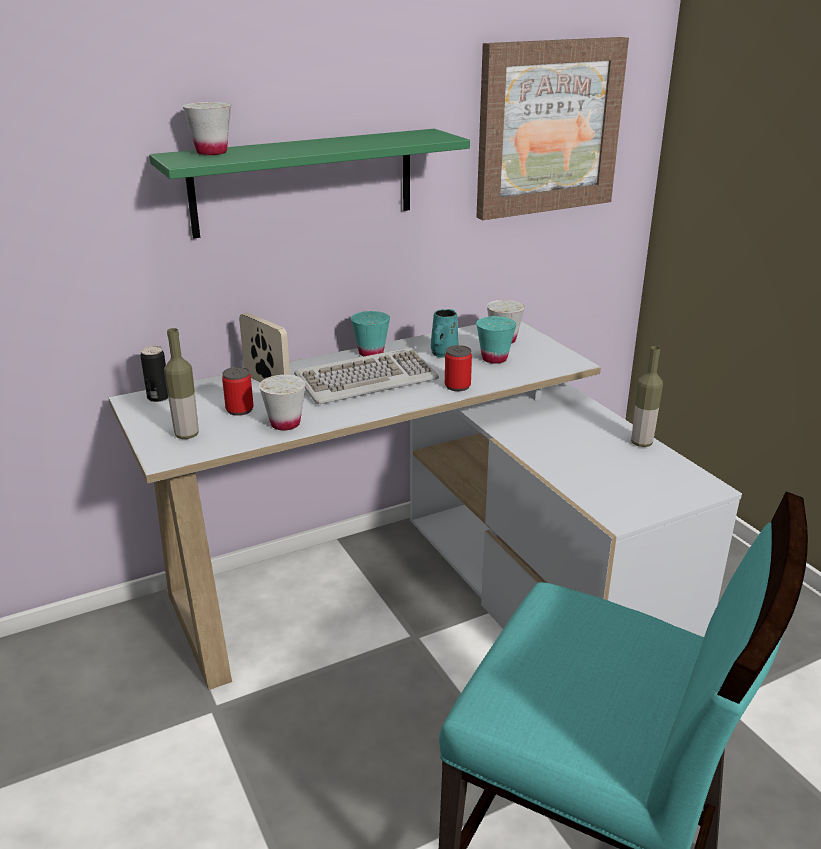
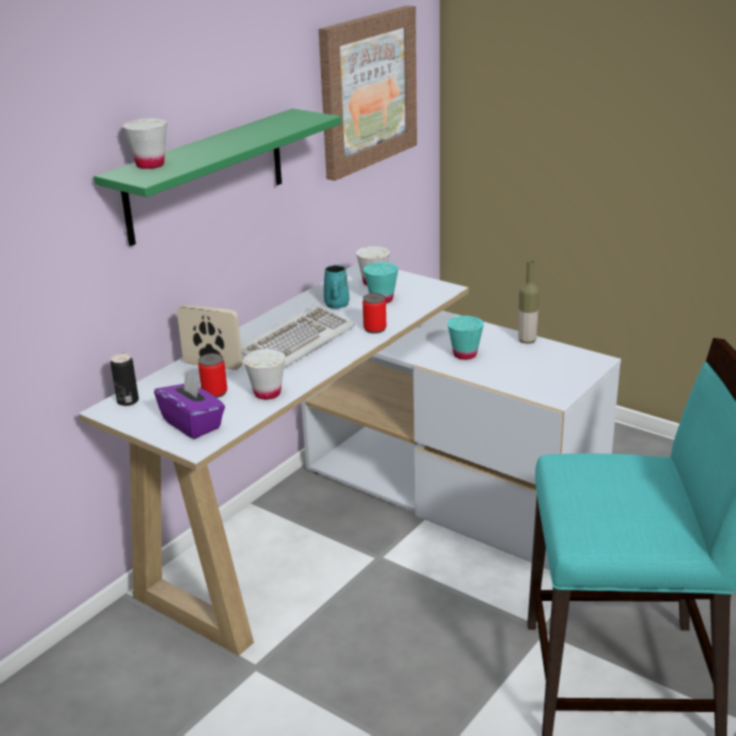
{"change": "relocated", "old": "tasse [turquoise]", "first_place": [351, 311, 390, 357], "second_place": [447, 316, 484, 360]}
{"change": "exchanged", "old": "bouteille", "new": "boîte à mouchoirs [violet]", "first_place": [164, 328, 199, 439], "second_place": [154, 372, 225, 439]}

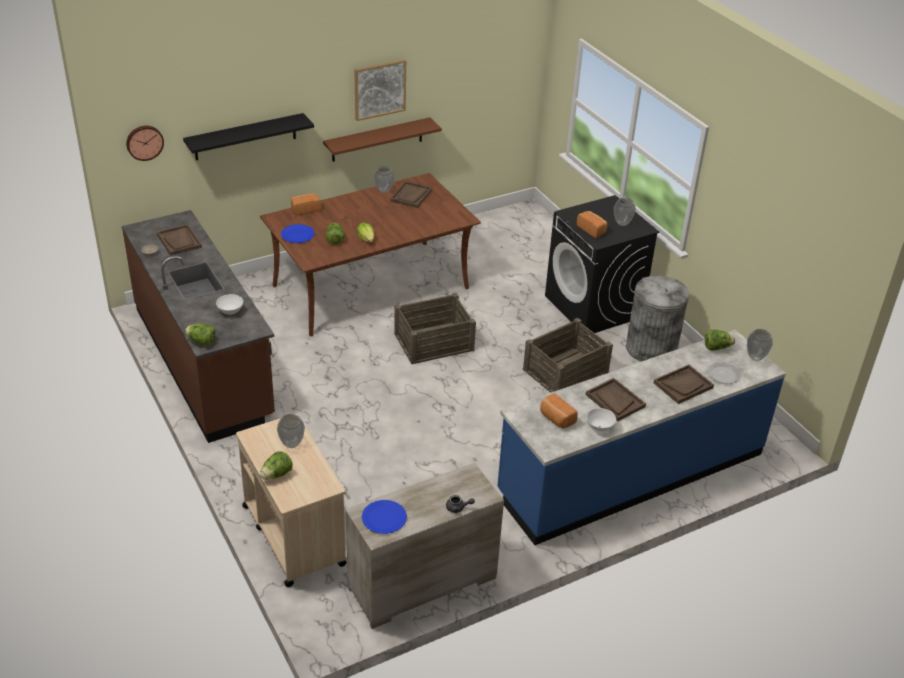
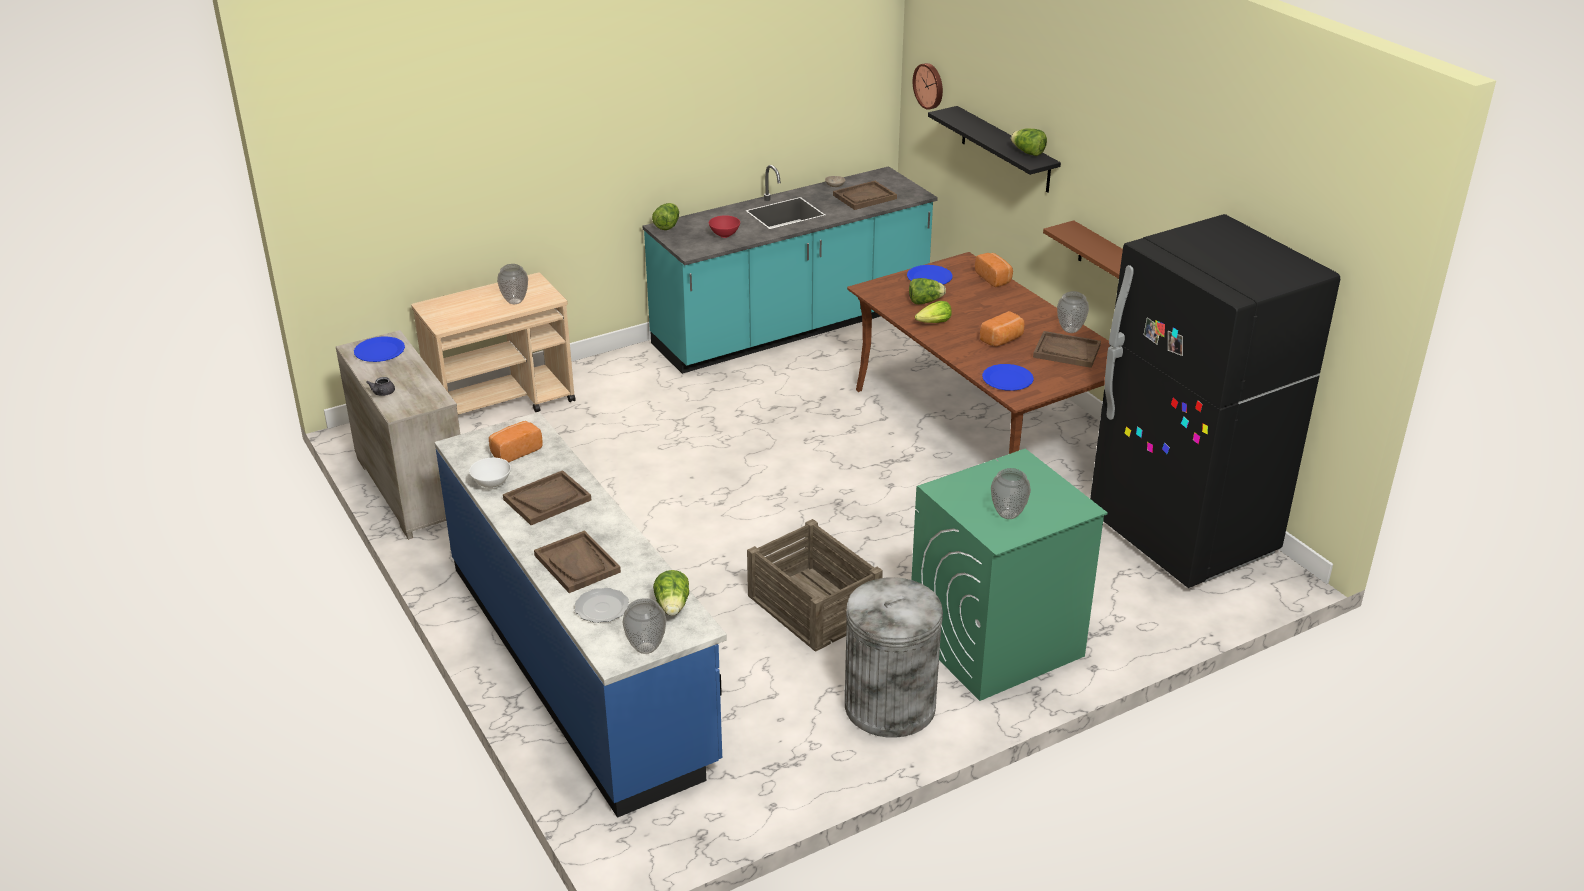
{"change": "missing", "old": "tableau", "first_place": [354, 59, 406, 121]}
{"change": "missing", "old": "caisse", "first_place": [394, 293, 476, 364]}
{"change": "appeared", "new": "assiette [bleu]", "second_place": [982, 364, 1034, 391]}
{"change": "appeared", "new": "réfrigérateur [noir]", "second_place": [1090, 214, 1340, 588]}
{"change": "relocated", "old": "laitue", "first_place": [260, 451, 293, 480], "second_place": [1011, 128, 1047, 156]}
{"change": "relocated", "old": "pain", "first_place": [577, 211, 607, 238], "second_place": [980, 311, 1025, 347]}
{"change": "colour", "old": "comptoir de cuisine [marron]", "new": "comptoir de cuisine [turquoise]", "first_place": [122, 210, 275, 443], "second_place": [643, 165, 938, 374]}
{"change": "colour", "old": "bol [blanc]", "new": "bol [rouge]", "first_place": [216, 294, 243, 315], "second_place": [709, 215, 740, 238]}
{"change": "colour", "old": "lave-linge [noir]", "new": "lave-linge [vert]", "first_place": [545, 195, 659, 335], "second_place": [911, 449, 1108, 701]}

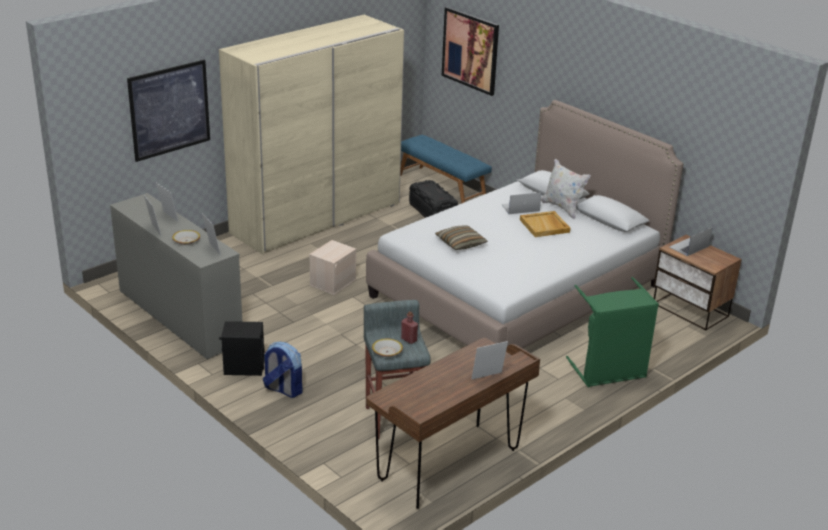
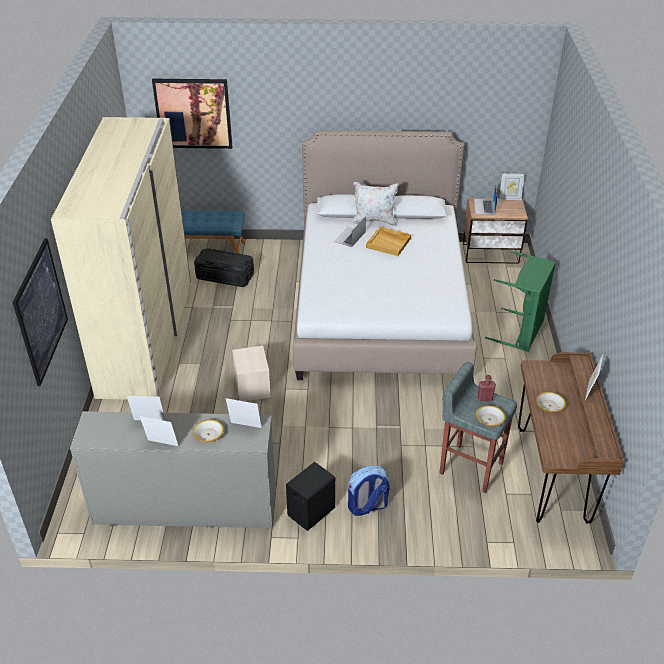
{"change": "missing", "old": "coussin", "first_place": [435, 225, 488, 250]}
{"change": "appeared", "new": "cadre photo", "second_place": [499, 173, 525, 200]}
{"change": "appeared", "new": "bol", "second_place": [536, 392, 566, 413]}

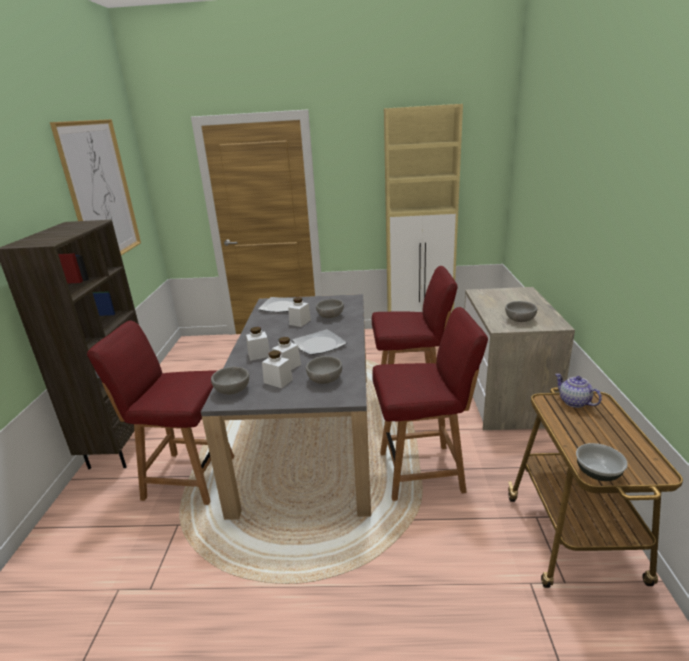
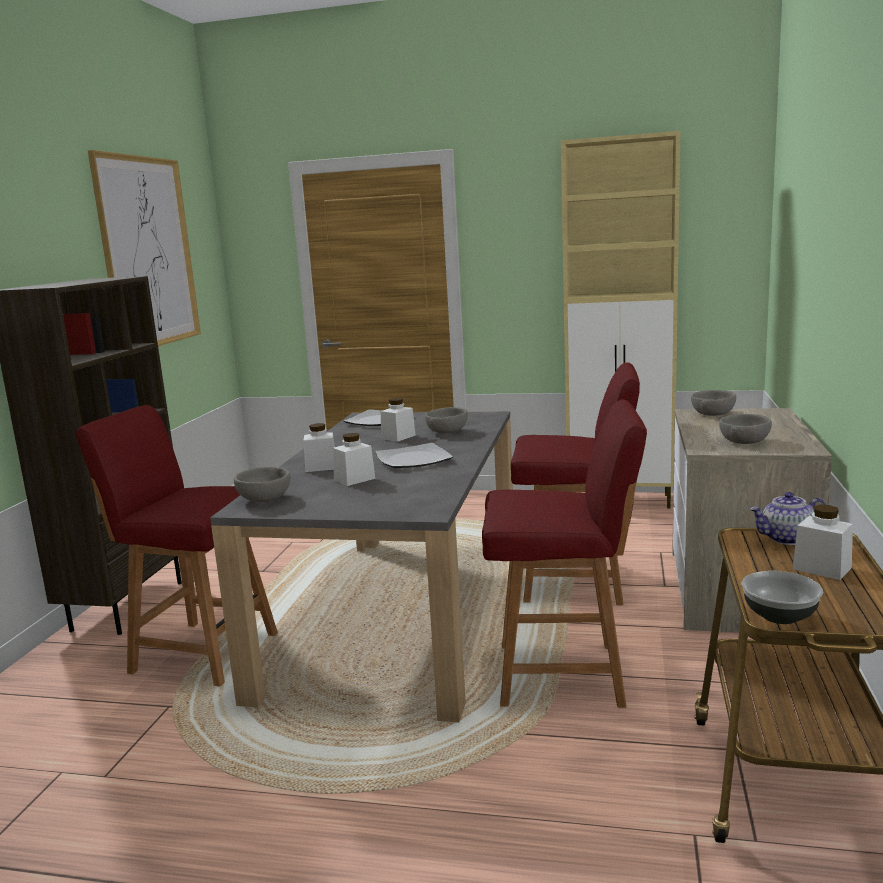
{"change": "relocated", "old": "bocal [blanc]", "first_place": [262, 350, 293, 388], "second_place": [793, 505, 853, 580]}
{"change": "relocated", "old": "bol [gris]", "first_place": [306, 356, 342, 384], "second_place": [691, 390, 736, 416]}
{"change": "spun", "old": "théière", "first_place": [555, 373, 602, 408], "second_place": [749, 492, 826, 545], "degrees": -75}

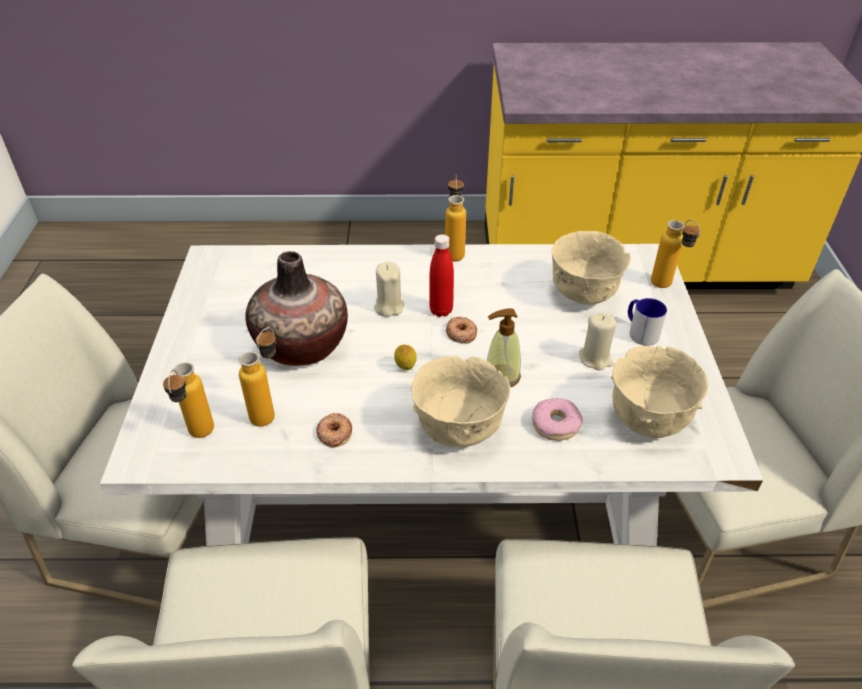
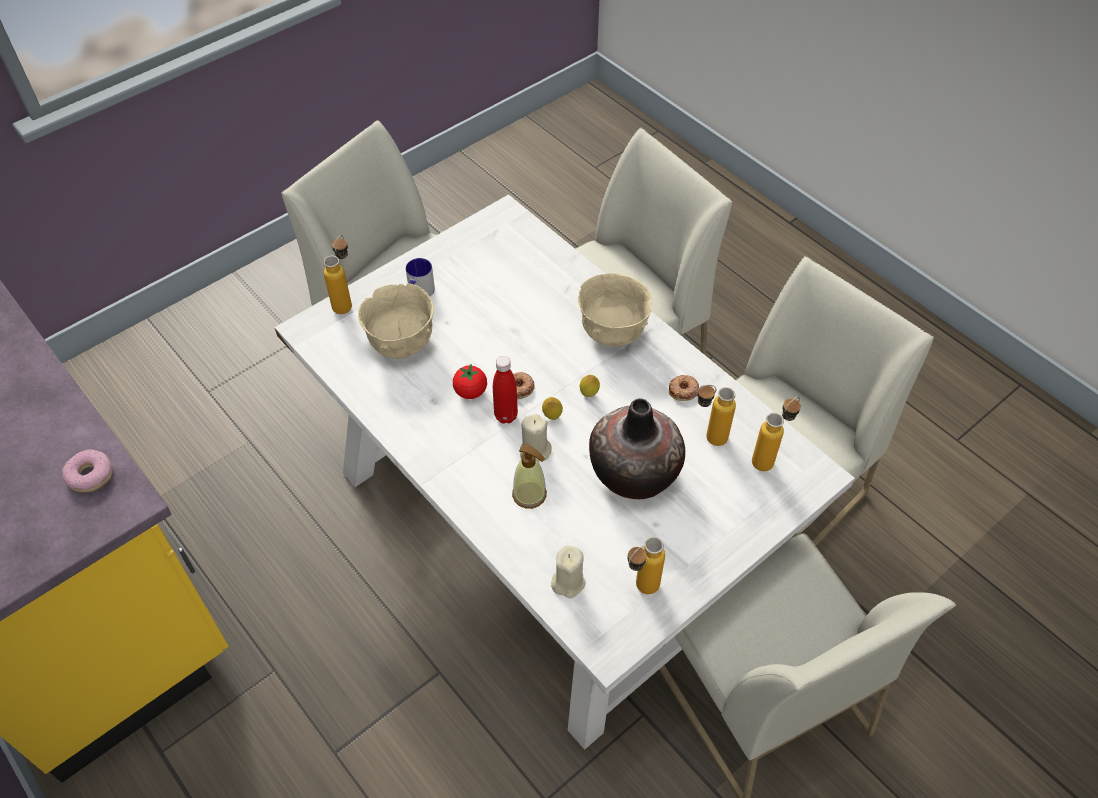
{"change": "missing", "old": "bol [beige]", "first_place": [611, 346, 708, 438]}
{"change": "appeared", "new": "tomate", "second_place": [453, 364, 487, 399]}
{"change": "appeared", "new": "citron", "second_place": [542, 397, 563, 420]}
{"change": "relocated", "old": "bouteille", "first_place": [445, 174, 466, 261], "second_place": [627, 537, 665, 594]}
{"change": "relocated", "old": "distributeur de savon", "first_place": [487, 308, 521, 387], "second_place": [512, 443, 547, 509]}
{"change": "relocated", "old": "beignet", "first_place": [532, 398, 583, 441], "second_place": [62, 449, 113, 493]}
{"change": "relocated", "old": "bougie [beige]", "first_place": [579, 313, 617, 371], "second_place": [551, 545, 586, 598]}

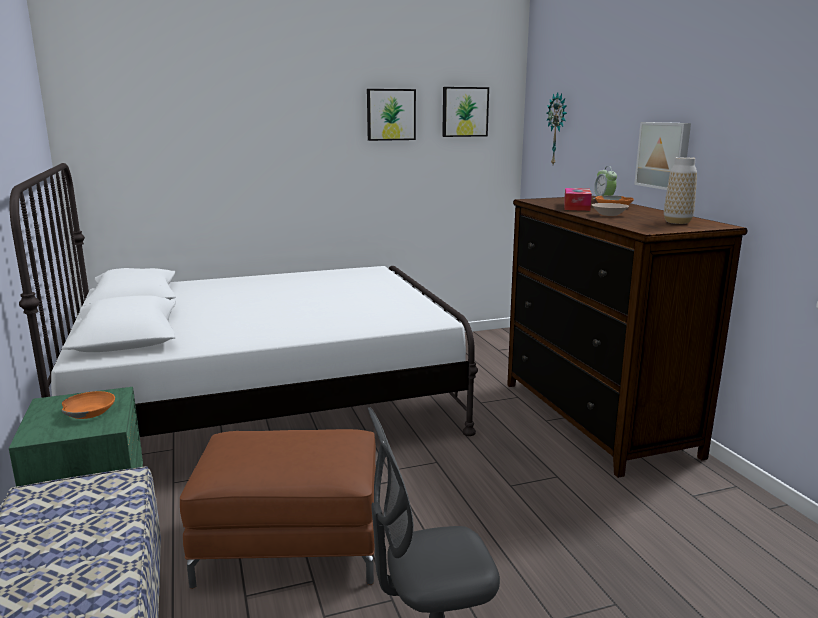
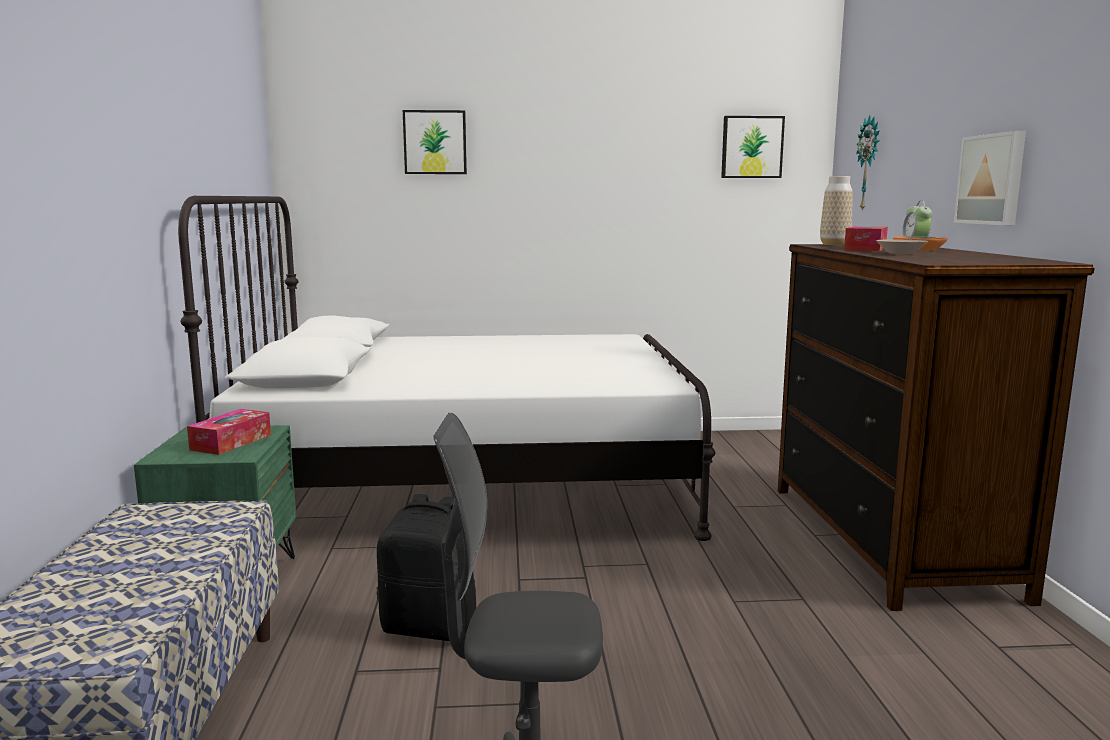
{"change": "relocated", "old": "tableau", "first_place": [367, 89, 416, 141], "second_place": [403, 110, 467, 174]}
{"change": "relocated", "old": "vase", "first_place": [664, 157, 697, 224], "second_place": [820, 176, 853, 245]}
{"change": "exchanged", "old": "bol [orange]", "new": "boîte à mouchoirs", "first_place": [62, 391, 115, 419], "second_place": [187, 409, 271, 455]}
{"change": "exchanged", "old": "pouf [marron]", "new": "sac à dos [noir]", "first_place": [180, 429, 376, 589], "second_place": [377, 494, 476, 641]}

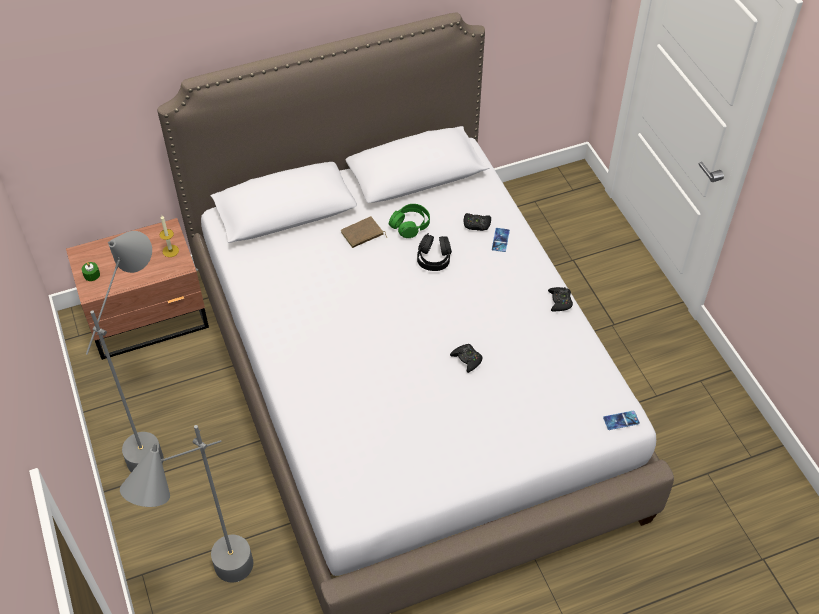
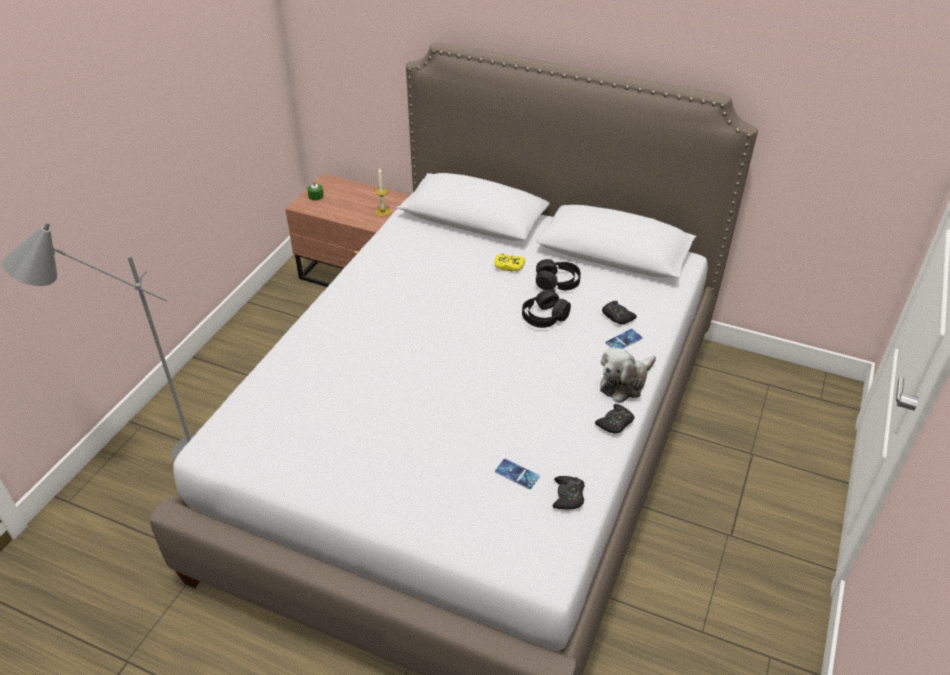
{"change": "missing", "old": "lampadaire [gris]", "first_place": [86, 231, 164, 472]}
{"change": "appeared", "new": "peluche", "second_place": [600, 347, 656, 403]}
{"change": "relocated", "old": "manette [noir]", "first_place": [450, 344, 483, 373], "second_place": [553, 476, 585, 509]}
{"change": "relocated", "old": "téléphone", "first_place": [603, 411, 640, 430], "second_place": [495, 459, 540, 489]}
{"change": "exchanged", "old": "livre [marron]", "new": "manette [jaune]", "first_place": [341, 216, 387, 248], "second_place": [494, 253, 525, 271]}
{"change": "colour", "old": "casque audio [vert]", "new": "casque audio [noir]", "first_place": [389, 204, 430, 238], "second_place": [536, 259, 581, 291]}

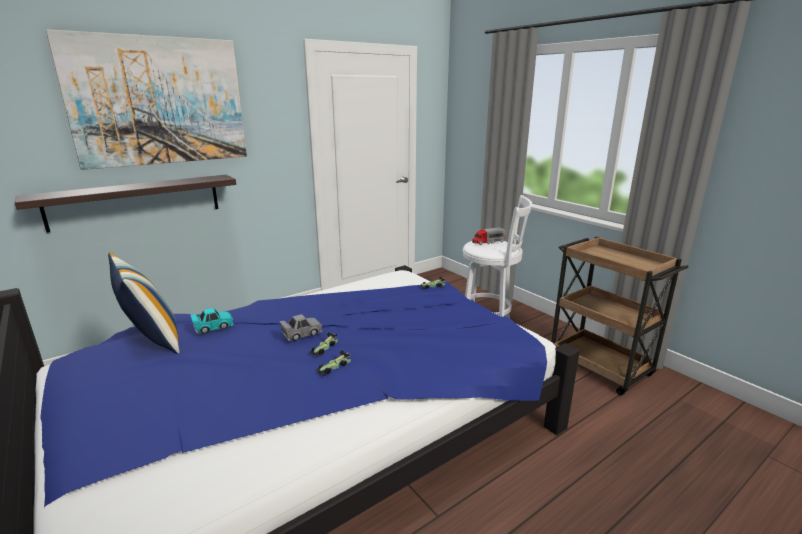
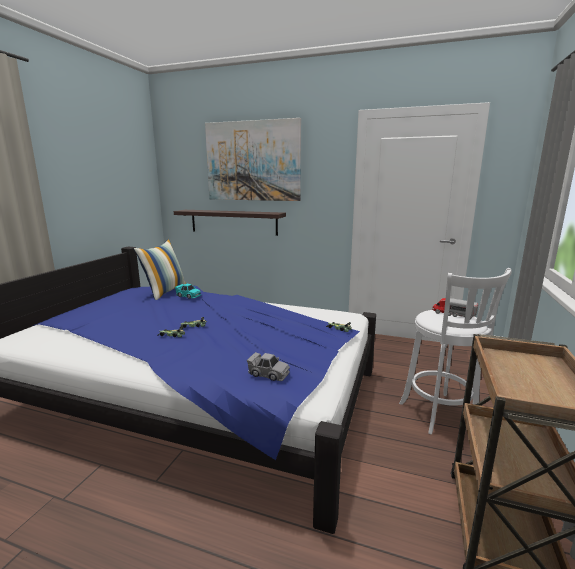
{"change": "relocated", "old": "petite voiture [gris]", "first_place": [279, 314, 323, 341], "second_place": [247, 352, 290, 381]}

